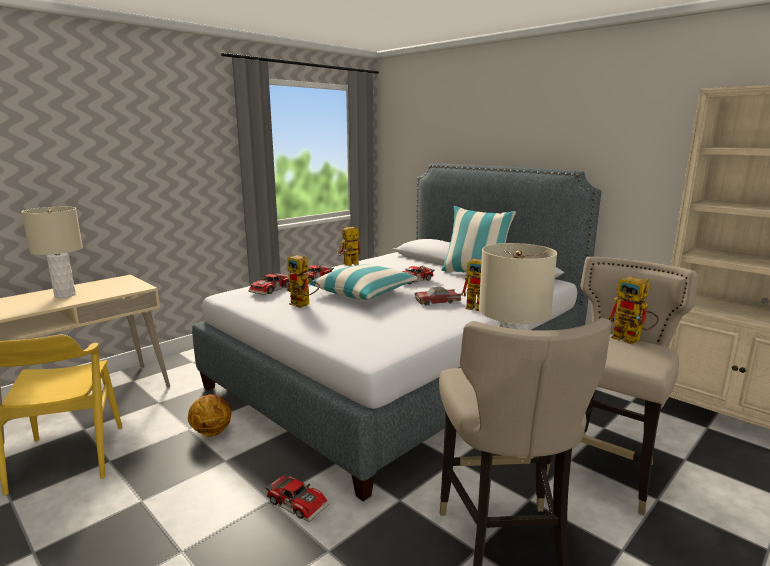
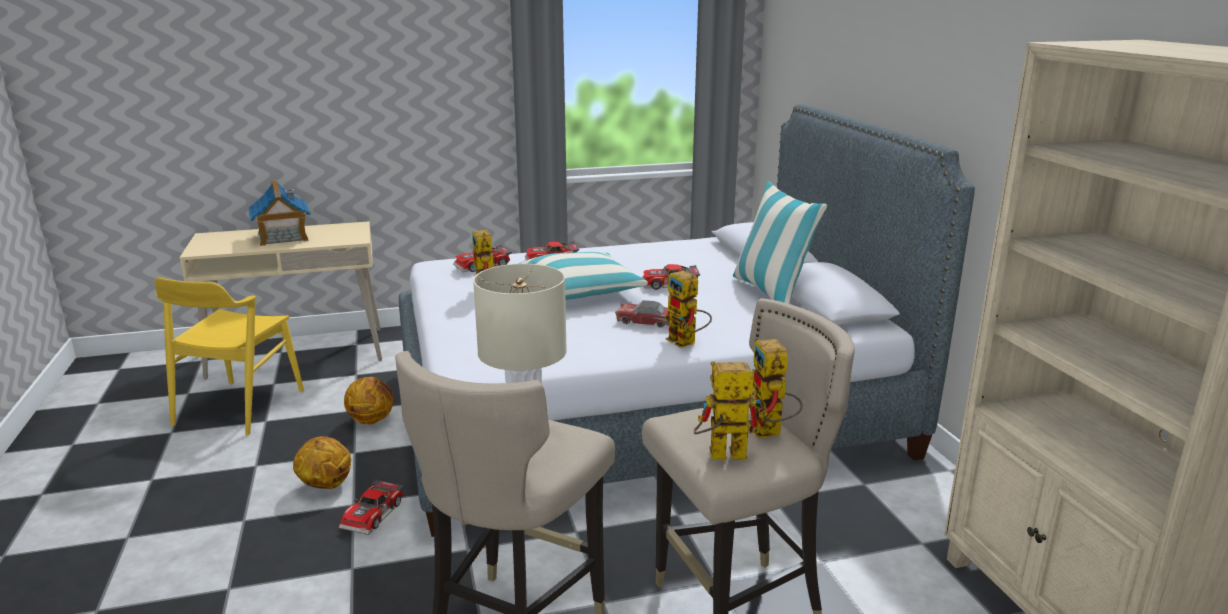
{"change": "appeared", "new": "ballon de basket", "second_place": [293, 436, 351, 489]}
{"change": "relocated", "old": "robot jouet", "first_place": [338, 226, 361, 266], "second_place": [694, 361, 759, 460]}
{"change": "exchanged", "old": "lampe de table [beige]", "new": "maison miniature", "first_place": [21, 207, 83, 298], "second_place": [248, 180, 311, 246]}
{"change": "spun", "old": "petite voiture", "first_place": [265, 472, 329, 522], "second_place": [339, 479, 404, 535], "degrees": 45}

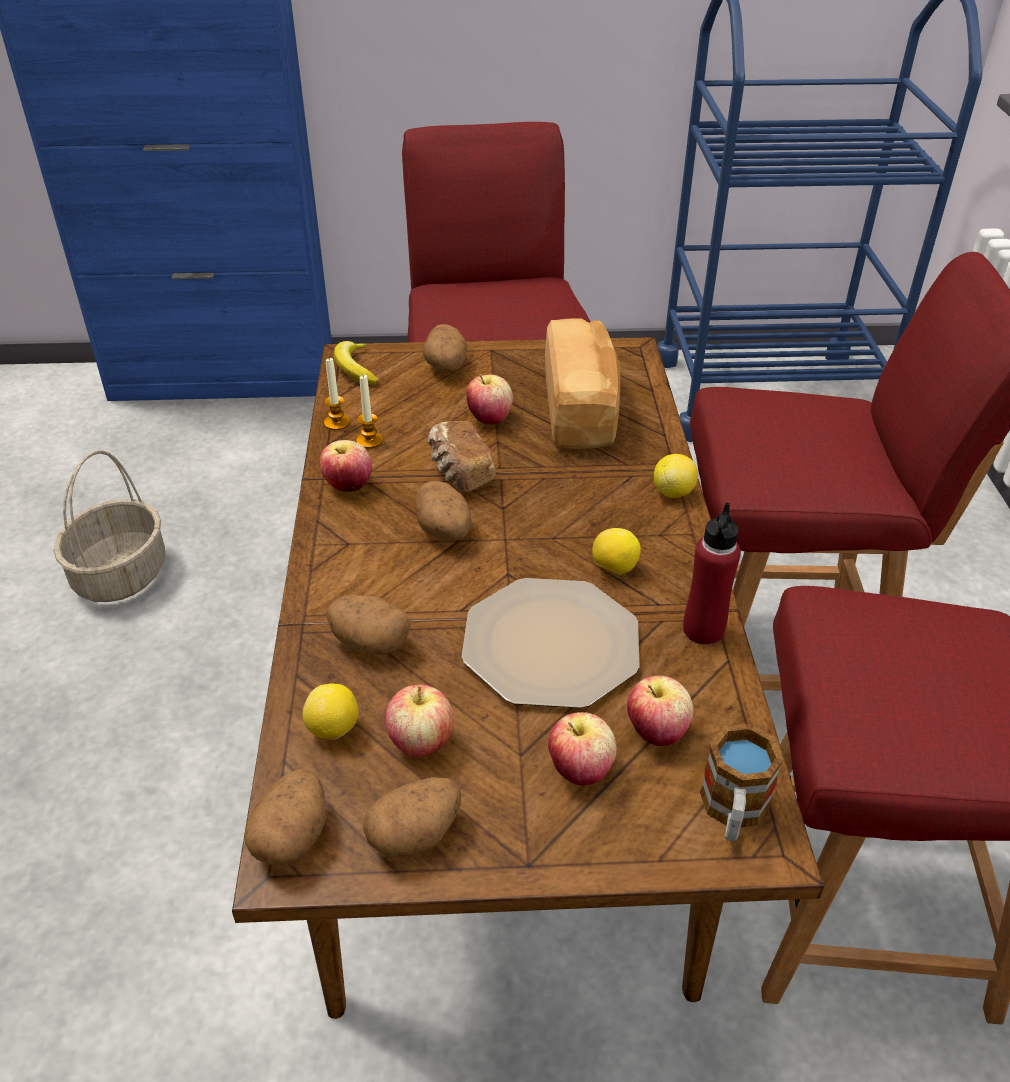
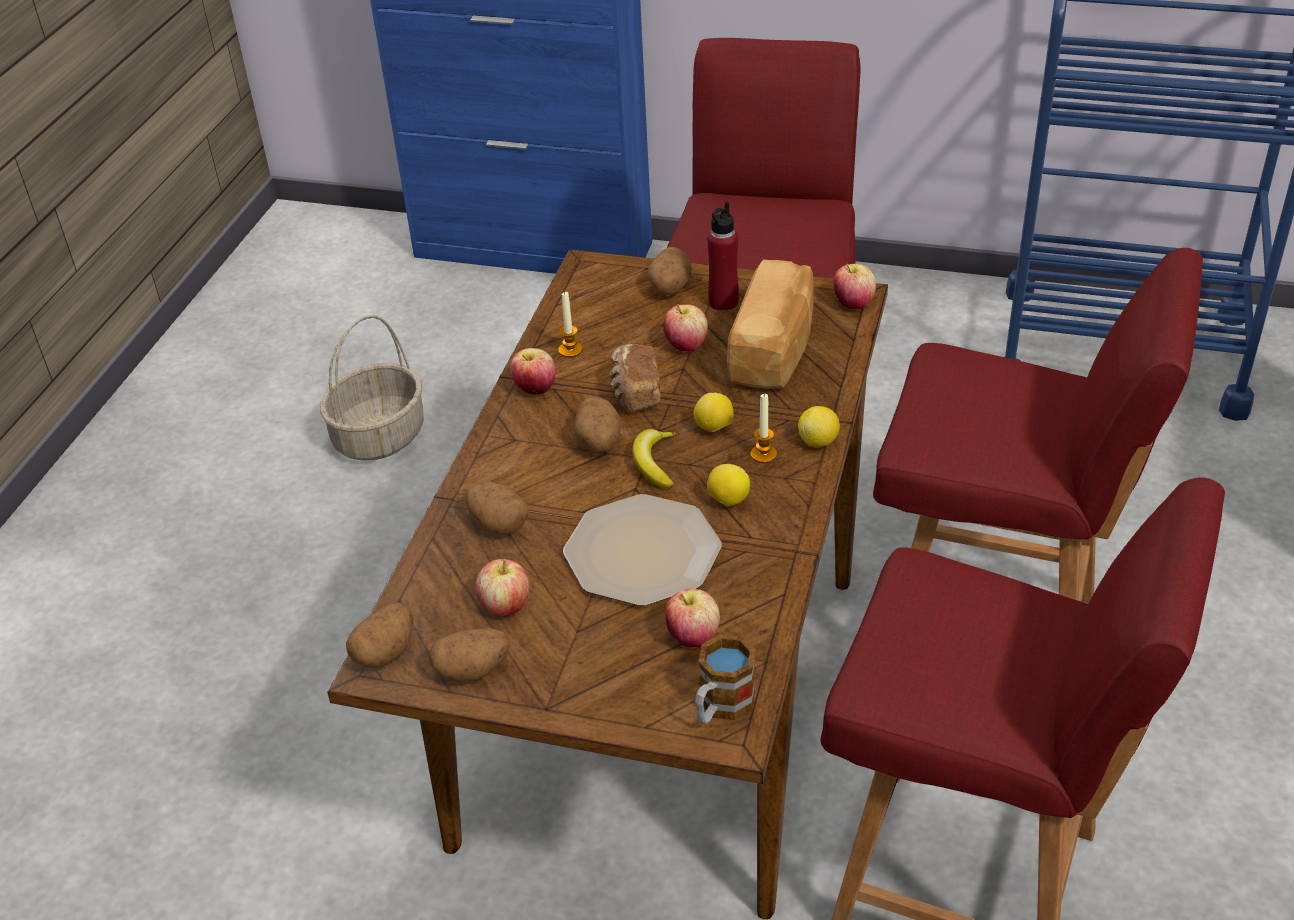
{"change": "relocated", "old": "citron", "first_place": [302, 684, 359, 740], "second_place": [694, 393, 734, 432]}
{"change": "relocated", "old": "bougie", "first_place": [324, 358, 350, 430], "second_place": [751, 394, 777, 463]}
{"change": "relocated", "old": "banane", "first_place": [334, 341, 379, 385], "second_place": [632, 429, 676, 489]}
{"change": "relocated", "old": "pomme", "first_place": [548, 712, 617, 786], "second_place": [833, 264, 876, 309]}
{"change": "relocated", "old": "bouteille [rouge]", "first_place": [683, 502, 741, 645], "second_place": [707, 202, 739, 311]}

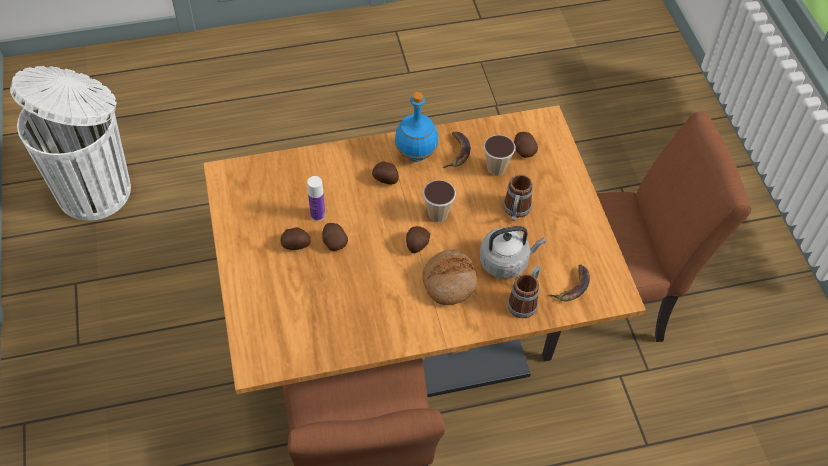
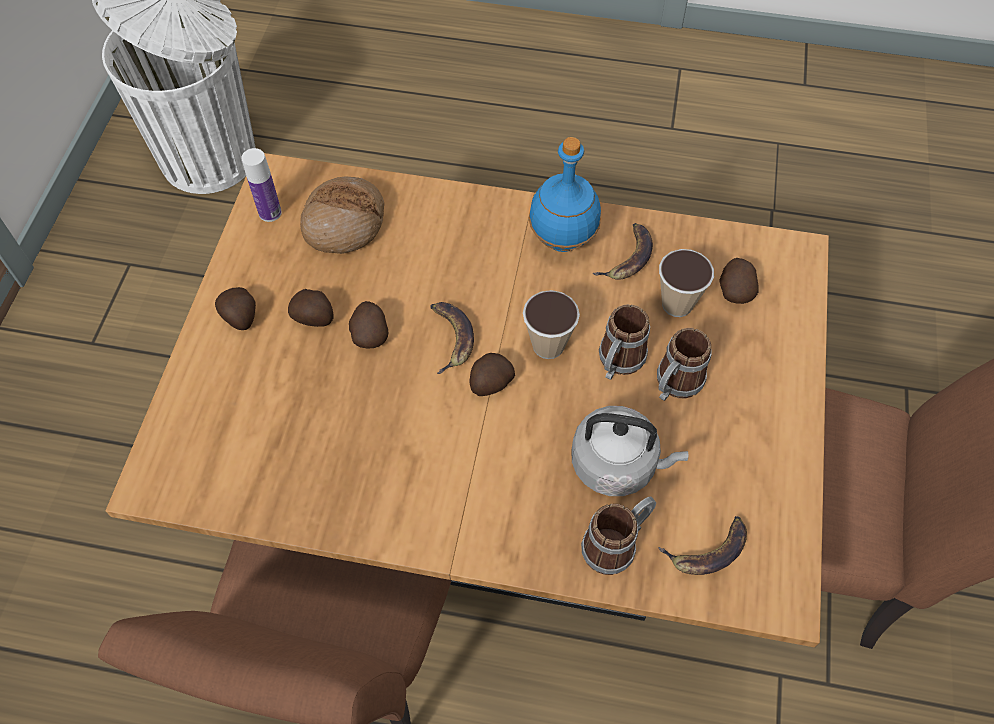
{"change": "appeared", "new": "banane", "second_place": [430, 302, 474, 374]}
{"change": "appeared", "new": "mug", "second_place": [599, 304, 650, 380]}
{"change": "relocated", "old": "bouteille", "first_place": [307, 176, 325, 221], "second_place": [241, 148, 282, 222]}
{"change": "relocated", "old": "pomme de terre", "first_place": [372, 161, 399, 184], "second_place": [215, 287, 256, 330]}
{"change": "relocated", "old": "pain", "first_place": [422, 249, 478, 305], "second_place": [300, 176, 384, 254]}

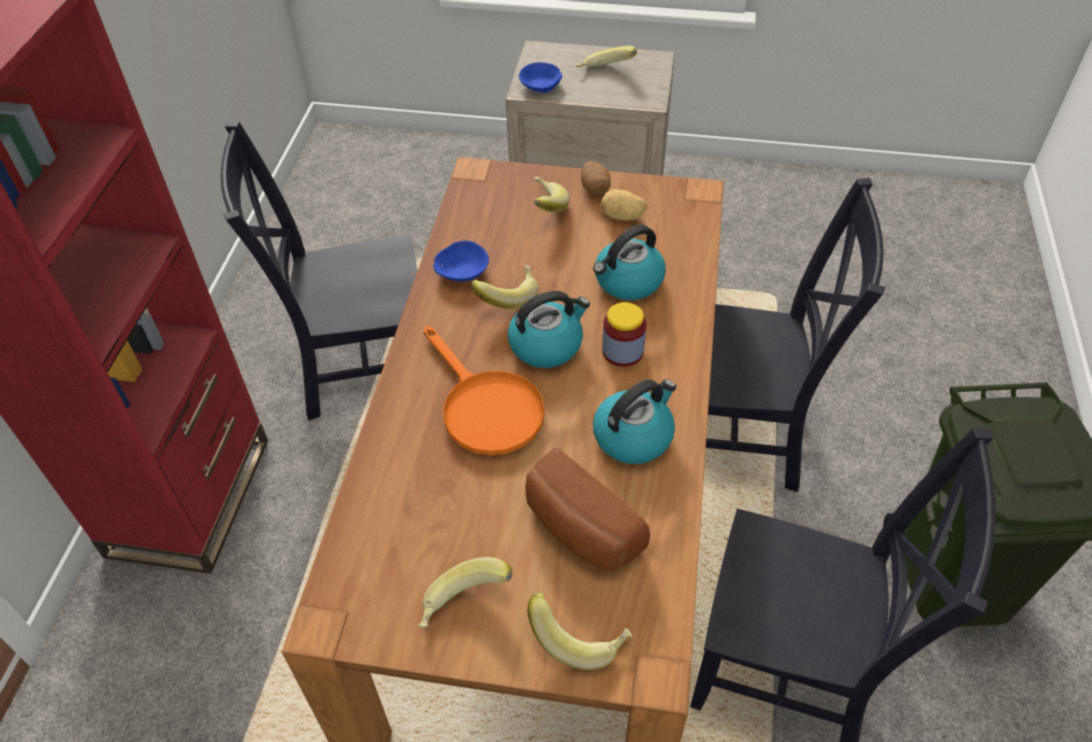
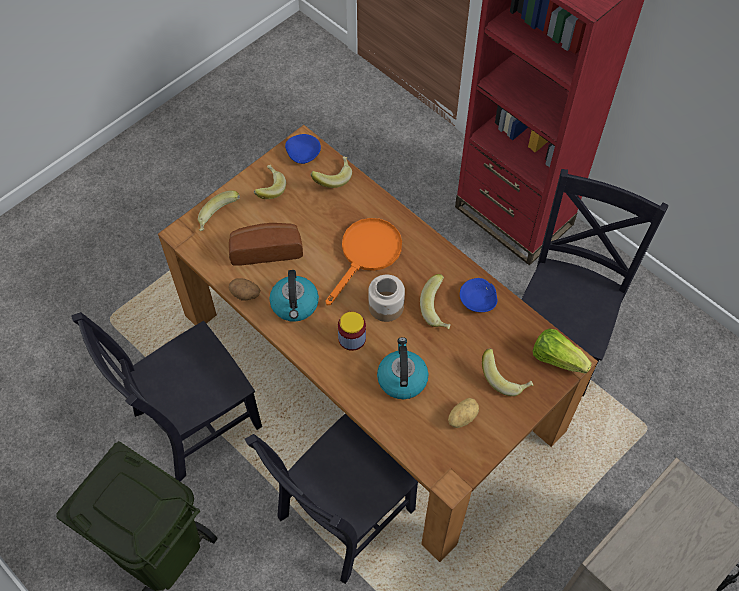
{"change": "appeared", "new": "laitue", "second_place": [533, 329, 592, 374]}
{"change": "relocated", "old": "bol [bleu]", "first_place": [519, 62, 562, 93], "second_place": [285, 134, 321, 164]}
{"change": "relocated", "old": "banane", "first_place": [576, 46, 637, 67], "second_place": [311, 157, 352, 188]}
{"change": "relocated", "old": "pomme de terre", "first_place": [581, 161, 611, 195], "second_place": [229, 279, 260, 301]}
{"change": "exchanged", "old": "bouilloire", "new": "bocal", "first_place": [508, 291, 590, 368], "second_place": [368, 275, 405, 322]}
{"change": "spun", "old": "poêle [orange]", "first_place": [424, 326, 545, 455], "second_place": [326, 218, 402, 306], "degrees": 120}

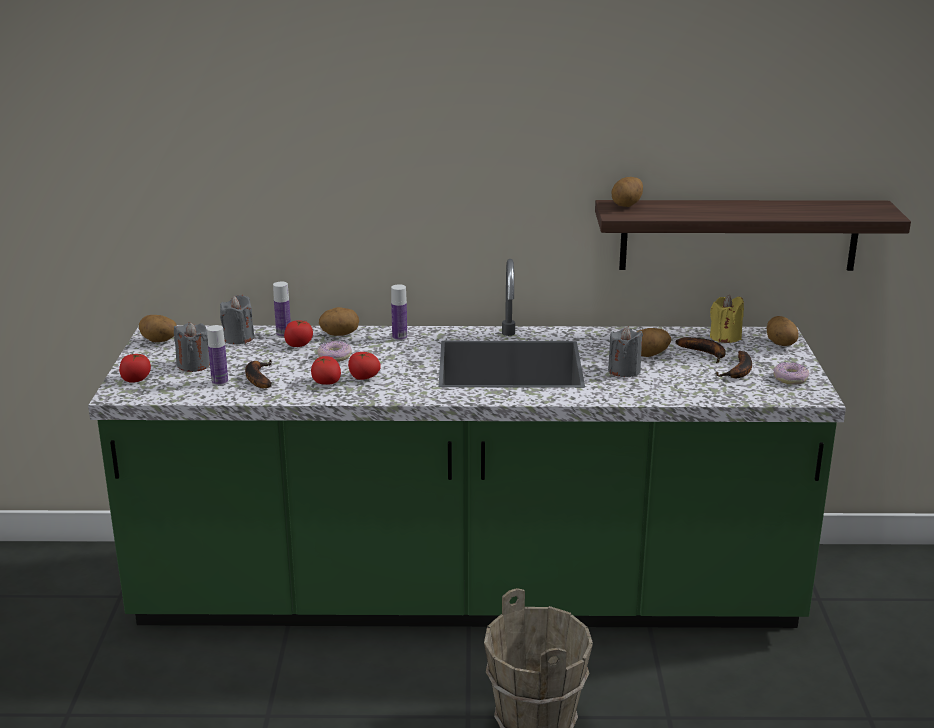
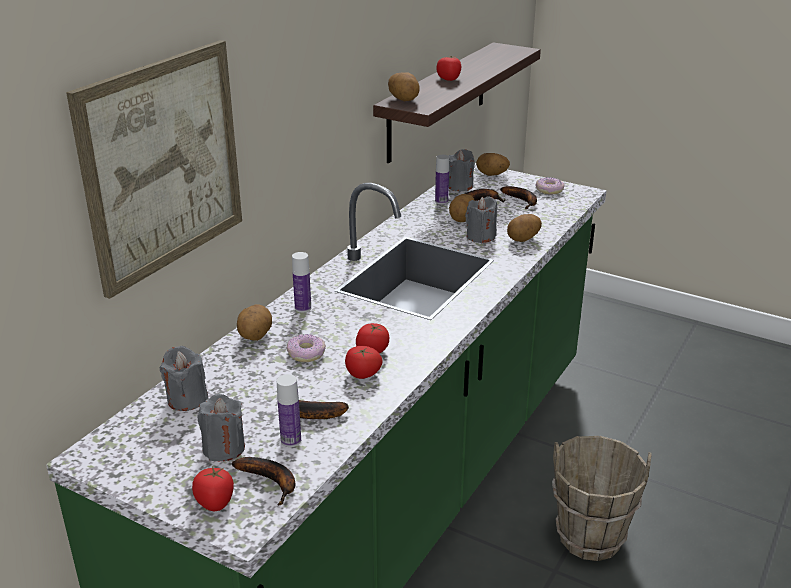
{"change": "appeared", "new": "tableau", "second_place": [66, 40, 242, 299]}
{"change": "appeared", "new": "banane", "second_place": [232, 457, 295, 506]}
{"change": "relocated", "old": "pomme de terre", "first_place": [139, 315, 177, 342], "second_place": [507, 214, 542, 242]}
{"change": "relocated", "old": "bouteille", "first_place": [273, 282, 291, 338], "second_place": [435, 155, 449, 204]}
{"change": "relocated", "old": "tomate", "first_place": [284, 321, 313, 347], "second_place": [436, 56, 461, 81]}
{"change": "colour", "old": "bougie [jaune]", "new": "bougie [gris]", "first_place": [710, 294, 744, 343], "second_place": [449, 149, 475, 191]}

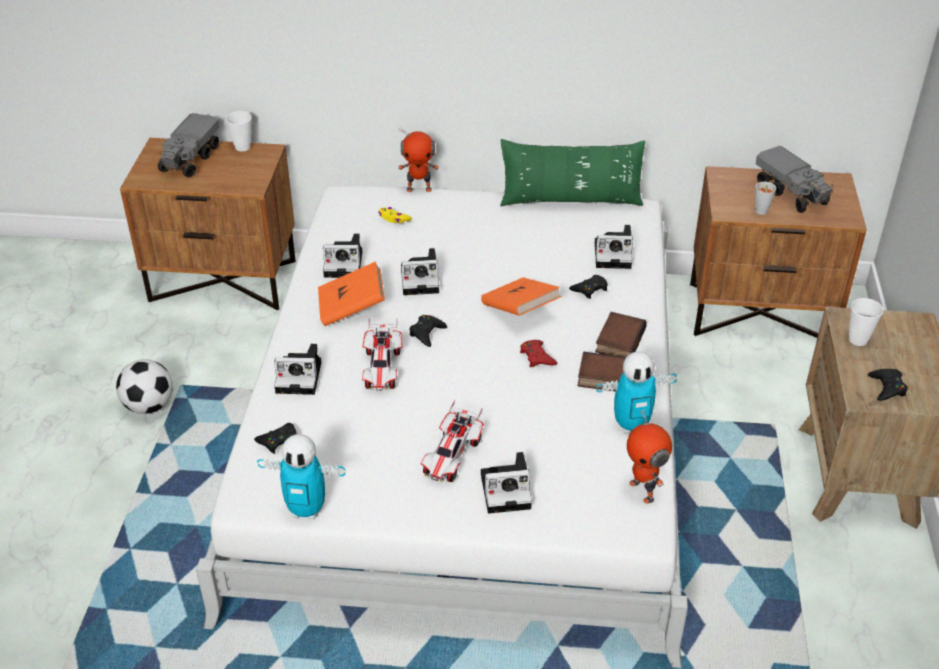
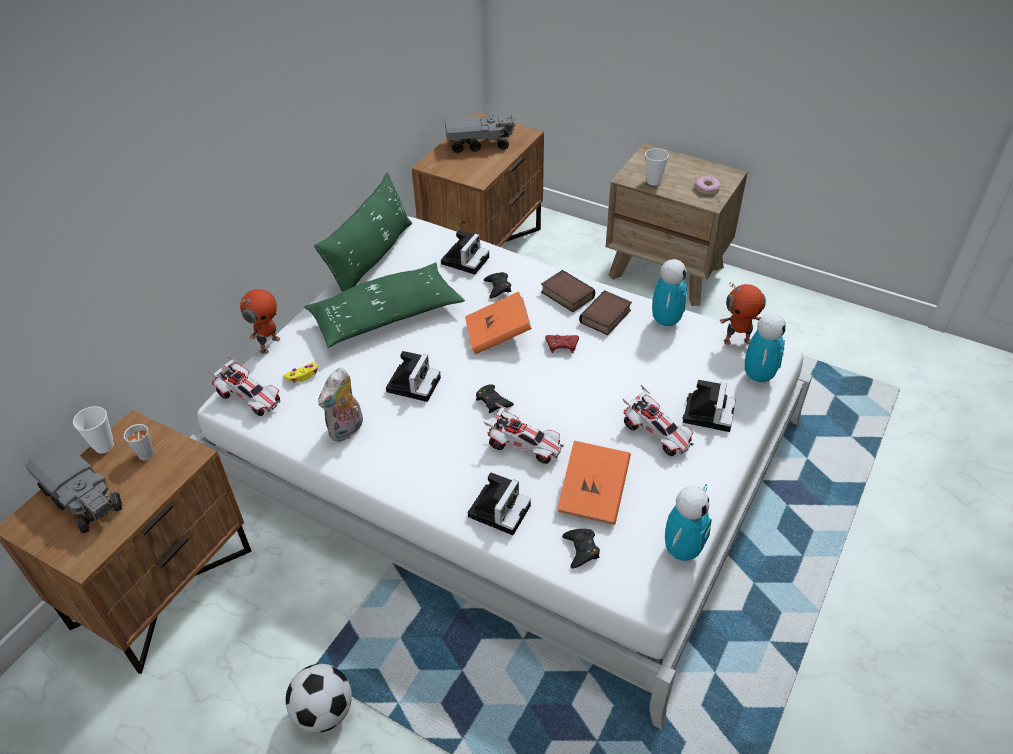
{"change": "appeared", "new": "petite voiture", "second_place": [208, 355, 281, 416]}
{"change": "appeared", "new": "coussin [vert]", "second_place": [304, 263, 465, 348]}
{"change": "appeared", "new": "robot jouet", "second_place": [745, 313, 786, 385]}
{"change": "relocated", "old": "livre [orange]", "first_place": [318, 261, 385, 326], "second_place": [557, 441, 631, 525]}
{"change": "relocated", "old": "tasse [gris]", "first_place": [755, 182, 776, 215], "second_place": [124, 424, 154, 460]}
{"change": "exchanged", "old": "appareil photo", "new": "peluche", "first_place": [323, 234, 362, 278], "second_place": [318, 368, 363, 442]}
{"change": "exchanged", "old": "manette [noir]", "new": "beignet", "first_place": [868, 369, 908, 401], "second_place": [695, 176, 720, 195]}

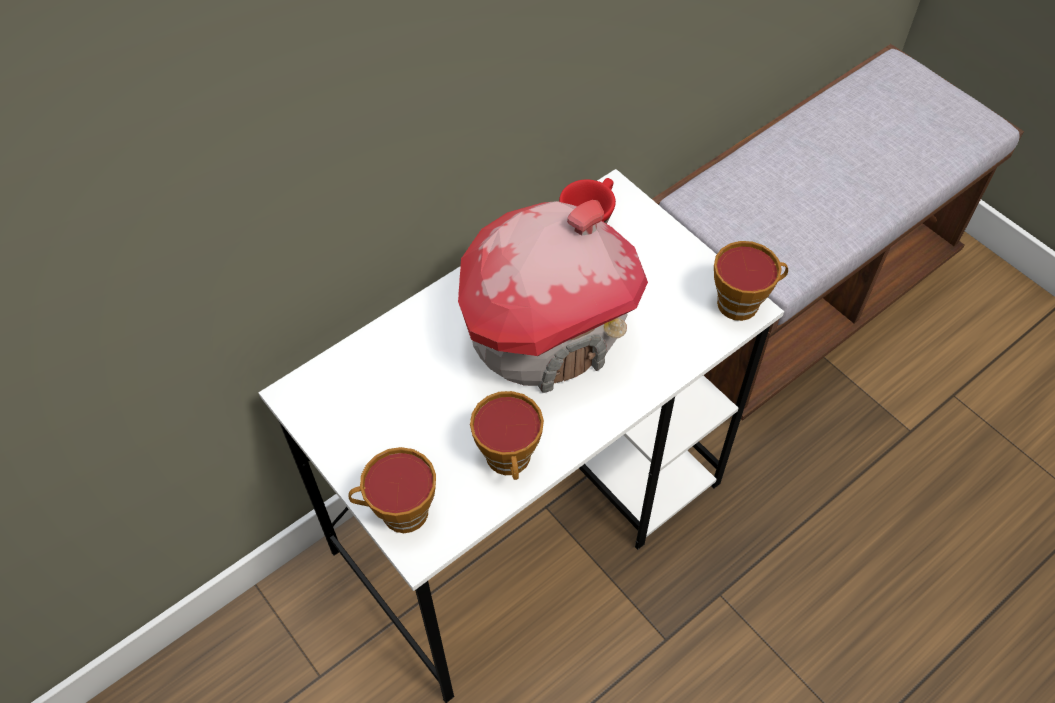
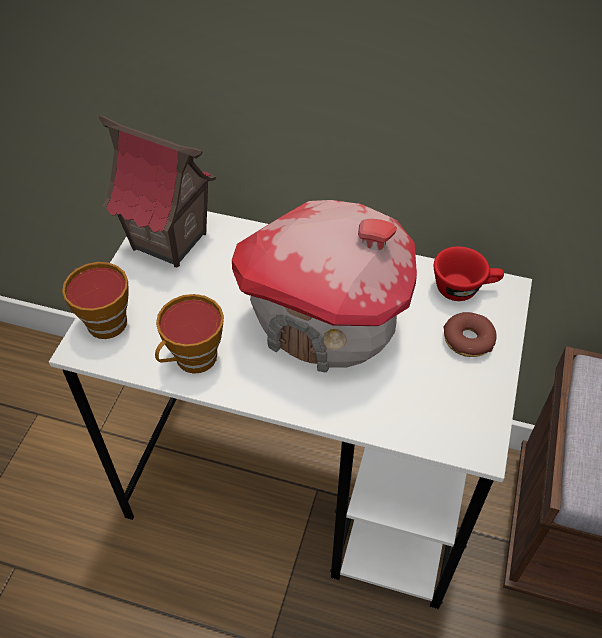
{"change": "missing", "old": "tasse", "first_place": [714, 241, 788, 321]}
{"change": "appeared", "new": "maison miniature", "second_place": [99, 115, 216, 267]}
{"change": "appeared", "new": "beignet", "second_place": [443, 312, 497, 357]}

